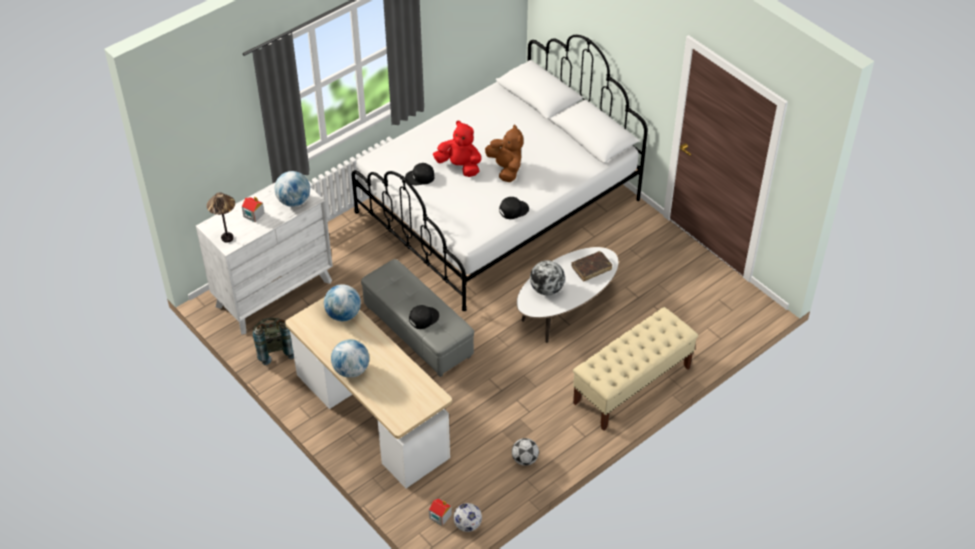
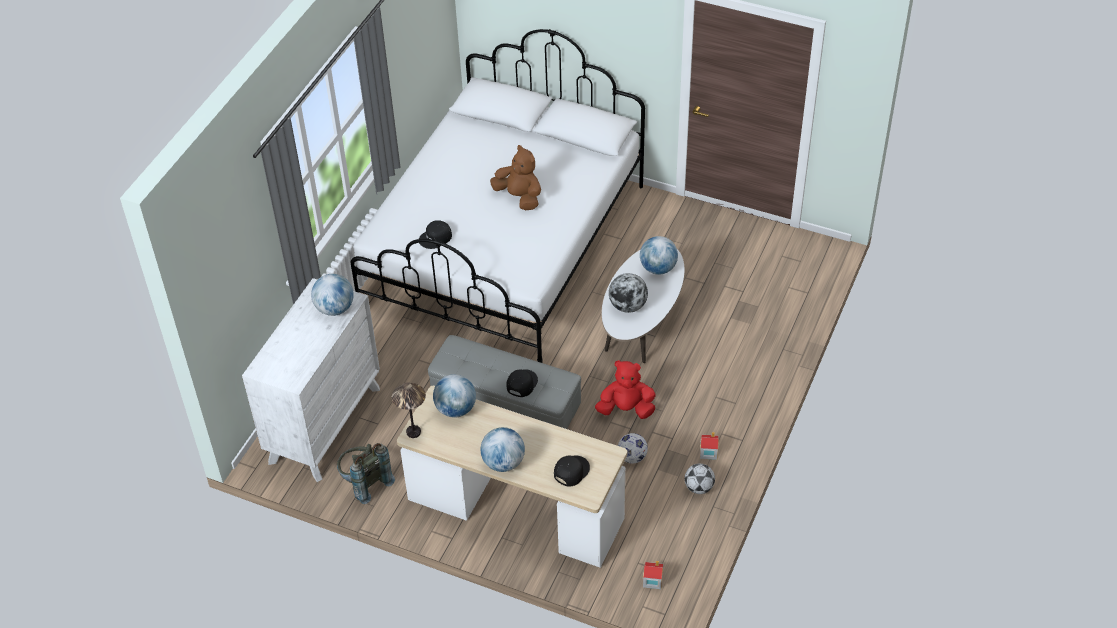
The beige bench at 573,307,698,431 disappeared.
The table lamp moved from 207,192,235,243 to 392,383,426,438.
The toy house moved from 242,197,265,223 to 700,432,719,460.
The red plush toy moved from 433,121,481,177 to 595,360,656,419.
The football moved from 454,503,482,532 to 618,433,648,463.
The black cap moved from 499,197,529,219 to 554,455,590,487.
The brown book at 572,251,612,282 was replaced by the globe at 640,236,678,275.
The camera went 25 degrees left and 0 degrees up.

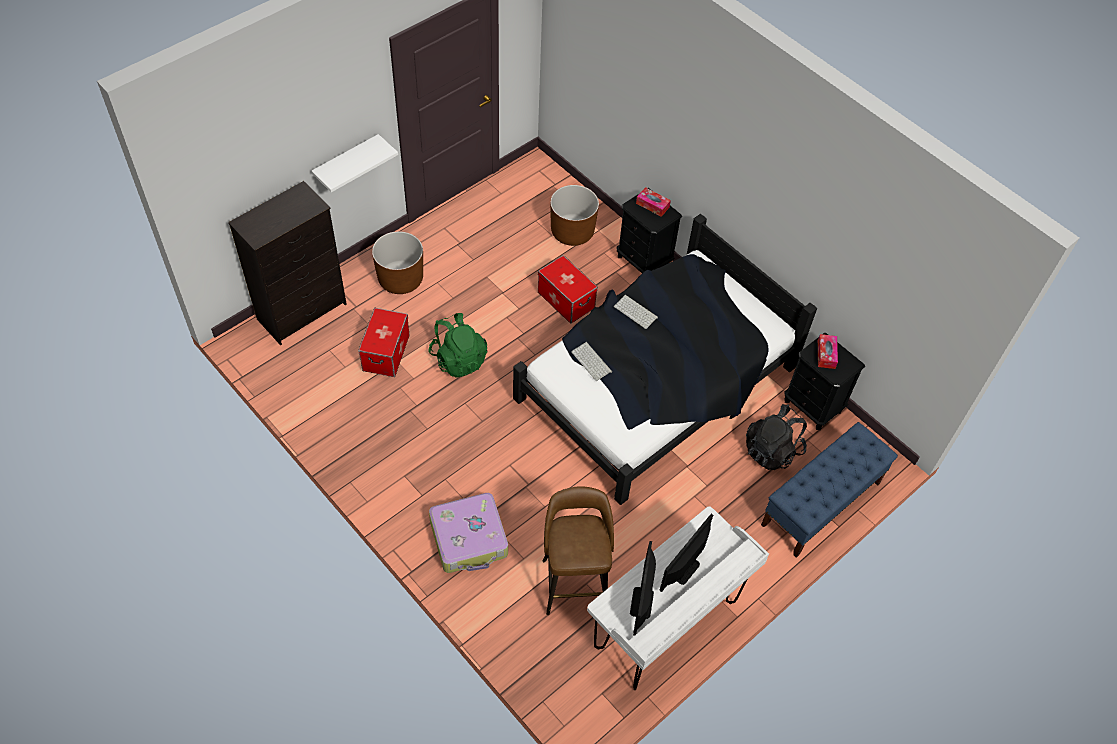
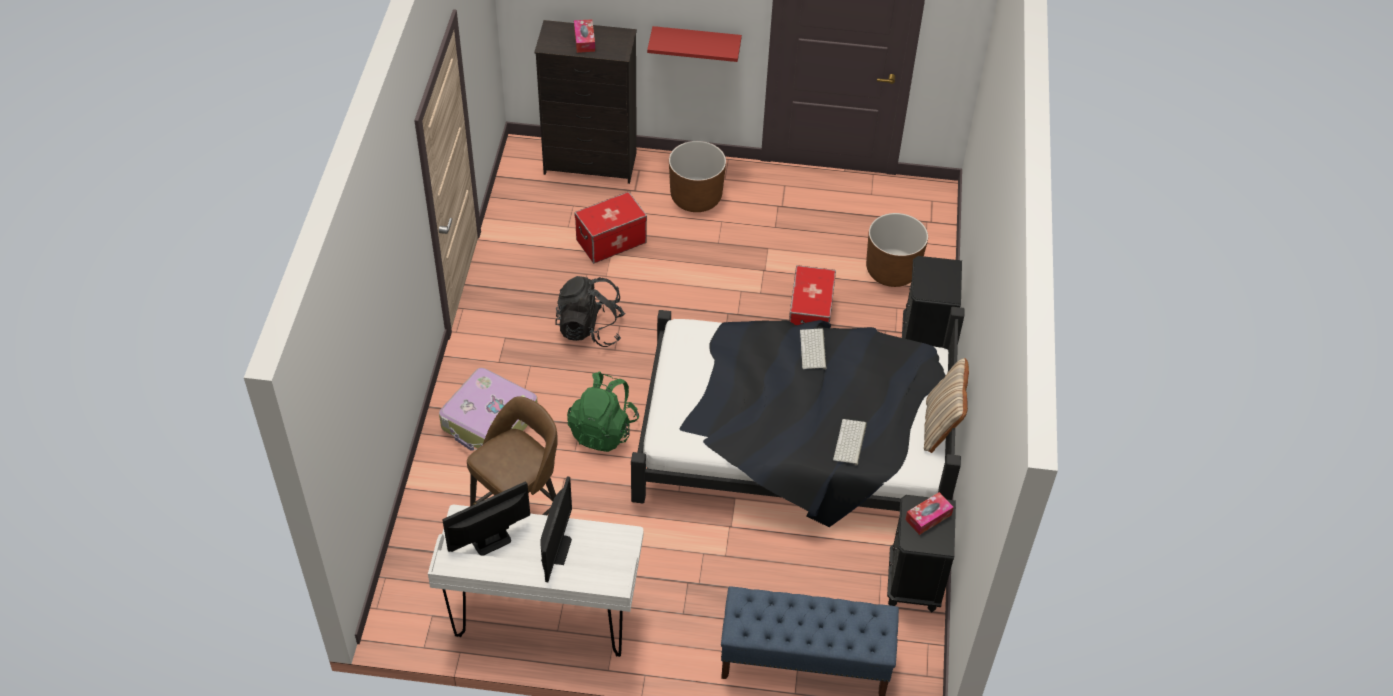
The beige pillow at 924,358,969,453 appeared.
The green backpack moved from 428,313,487,378 to 567,372,639,452.
The keyboard moved from 571,342,612,381 to 833,419,867,465.
The tissue box moved from 636,187,671,217 to 574,19,595,53.
The black backpack moved from 746,404,807,470 to 555,276,626,347.
The white shelf at 311,134,398,192 became the red shelf at 647,26,742,62.
The monitor at 659,514,713,592 turned 105 degrees clockwise.
The camera went 50 degrees right and 5 degrees down.

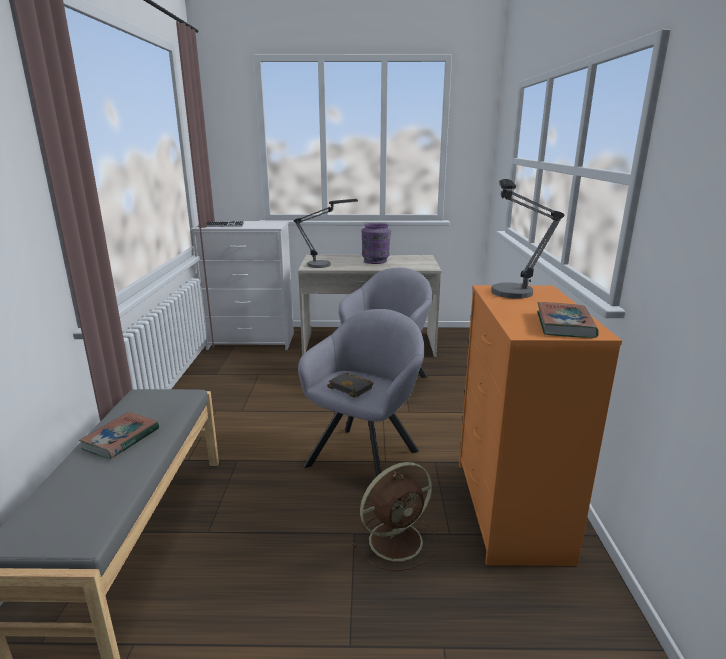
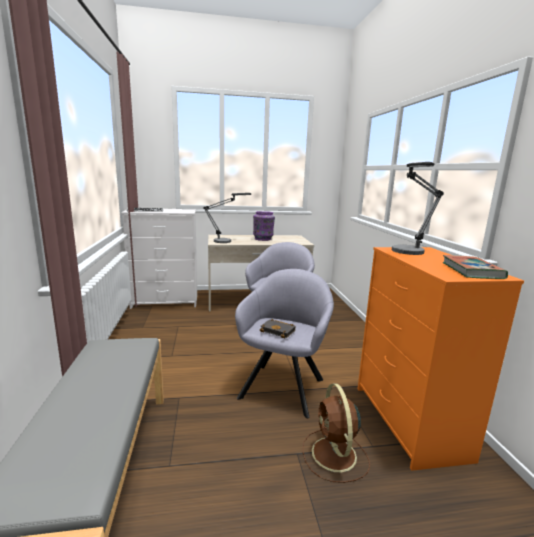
The book at 79,412,159,459 disappeared.
The brown fan at 352,462,437,571 turned 120 degrees clockwise.
The camera went 10 degrees left and 5 degrees down.

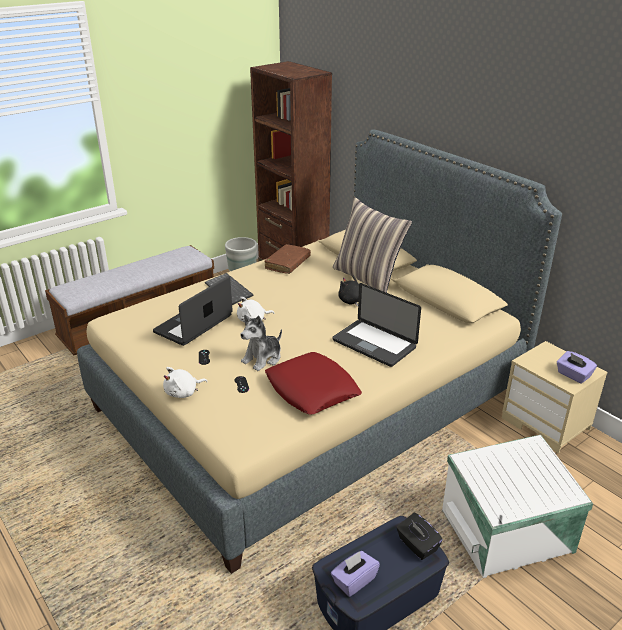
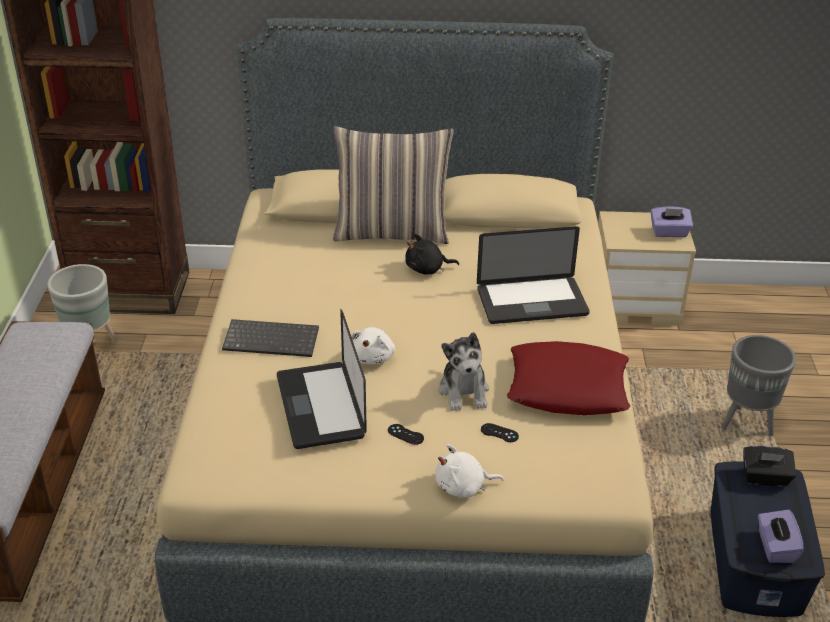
The brown book at 264,244,311,274 disappeared.
The white storage box at 442,435,593,578 was replaced by the grey planter at 721,335,796,436.
The white plush toy at 163,367,208,398 turned 75 degrees clockwise.
The camera went 50 degrees left and 5 degrees up.

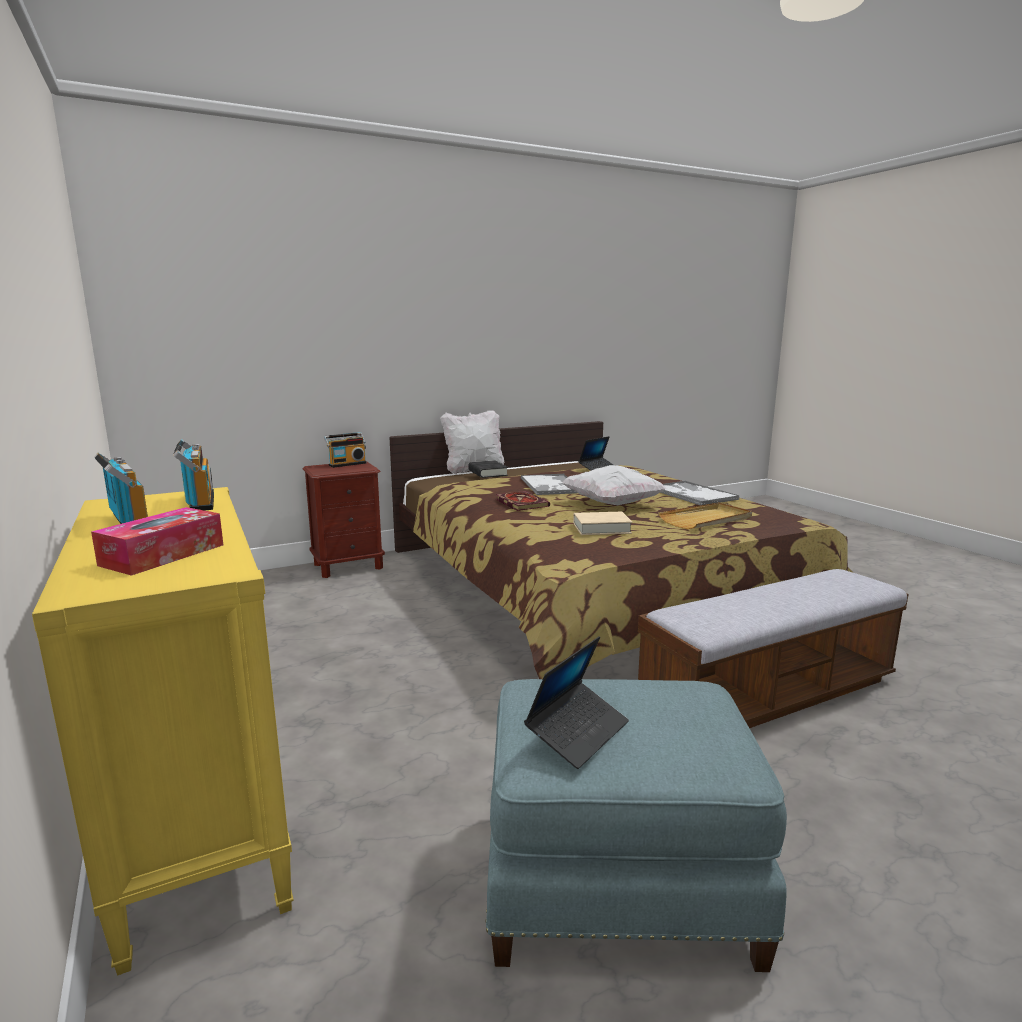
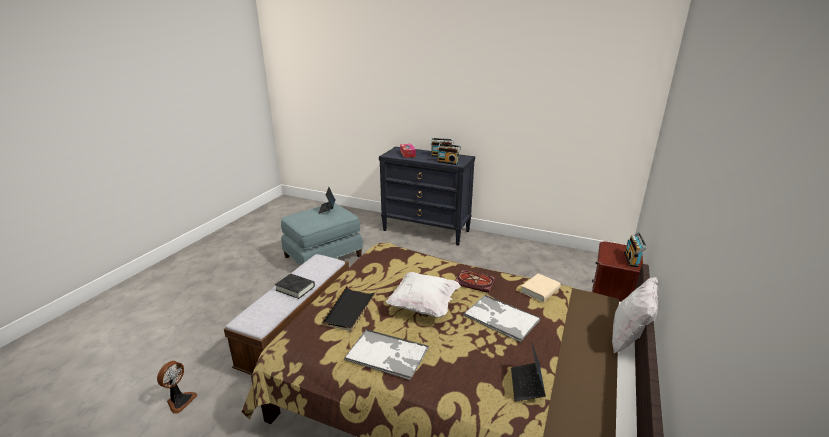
The fan at 157,361,197,414 appeared.
The black book moved from 468,460,508,478 to 275,274,315,299.
The beige book moved from 573,512,632,535 to 521,273,561,302.
The yellow dresser at 32,487,294,976 became the black dresser at 379,147,475,246.
The beige tray at 658,502,752,529 became the black tray at 322,285,377,331.
The camera went 140 degrees right and 10 degrees up.

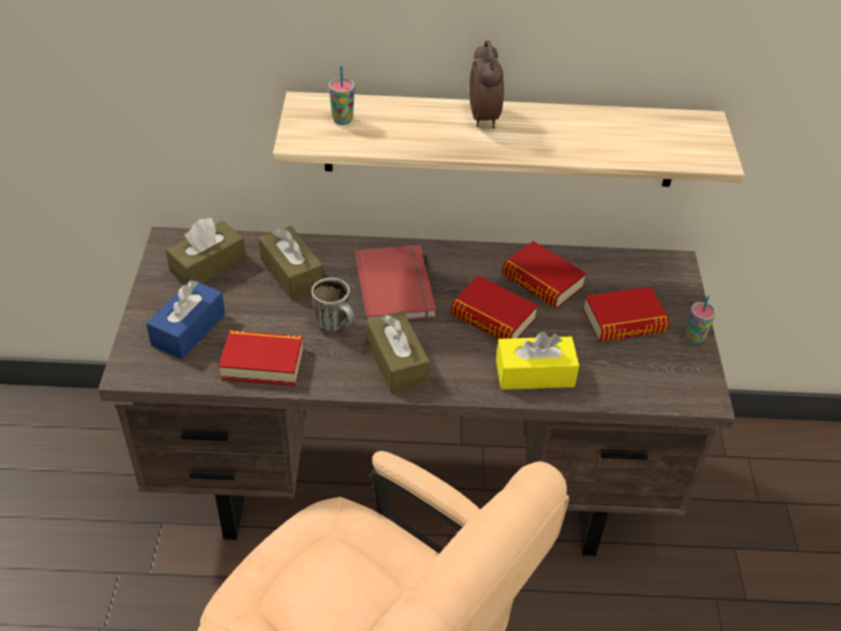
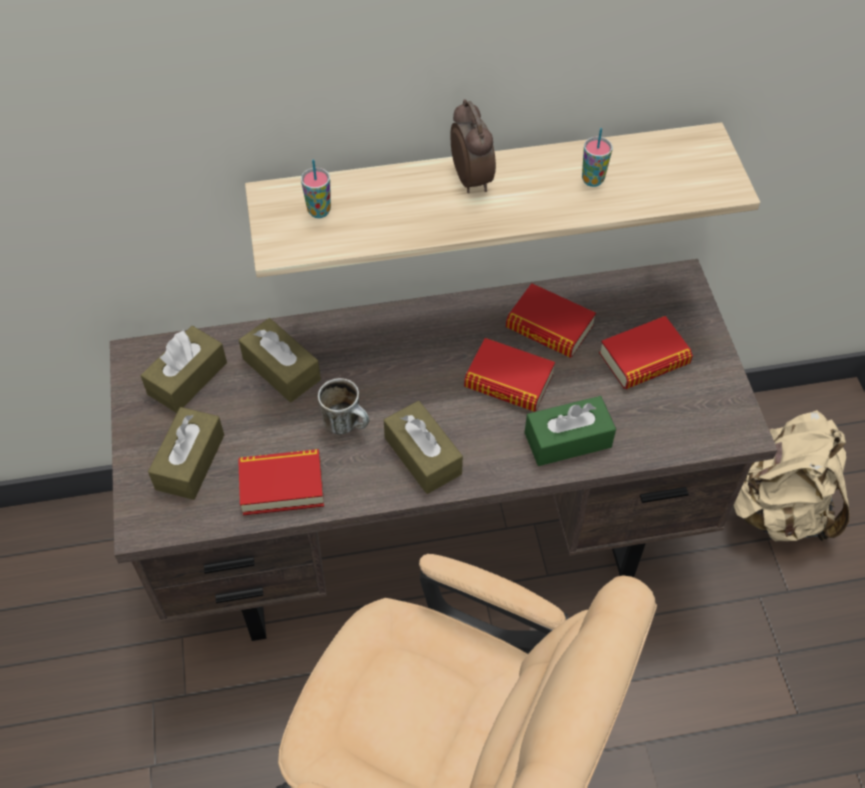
The red book at 355,245,436,321 disappeared.
The beige backpack at 733,410,849,542 appeared.
The cup moved from 686,295,716,344 to 582,128,613,187.
The blue tissue box at 146,279,225,359 became the brown tissue box at 148,407,224,500.
The yellow tissue box at 496,332,579,390 became the green tissue box at 525,396,616,466.
The camera went 10 degrees left and 10 degrees up.

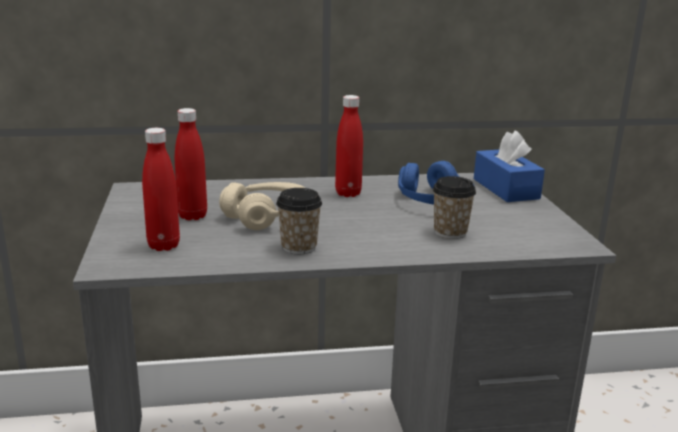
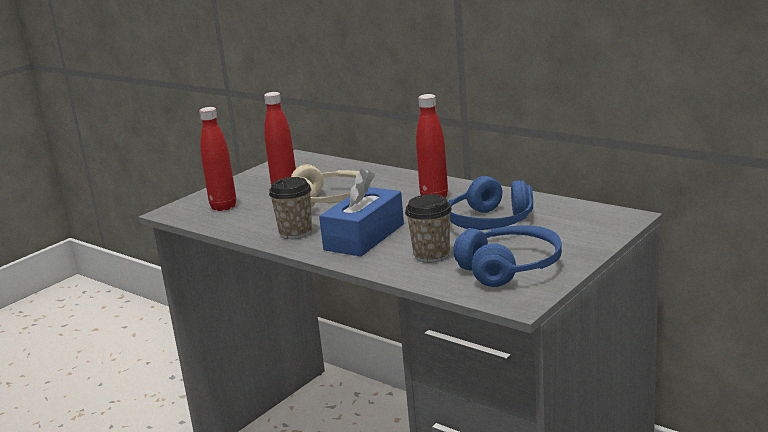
The blue headphones at 453,225,562,287 appeared.
The blue tissue box moved from 474,130,545,202 to 319,169,404,257.
The camera went 50 degrees right and 0 degrees up.

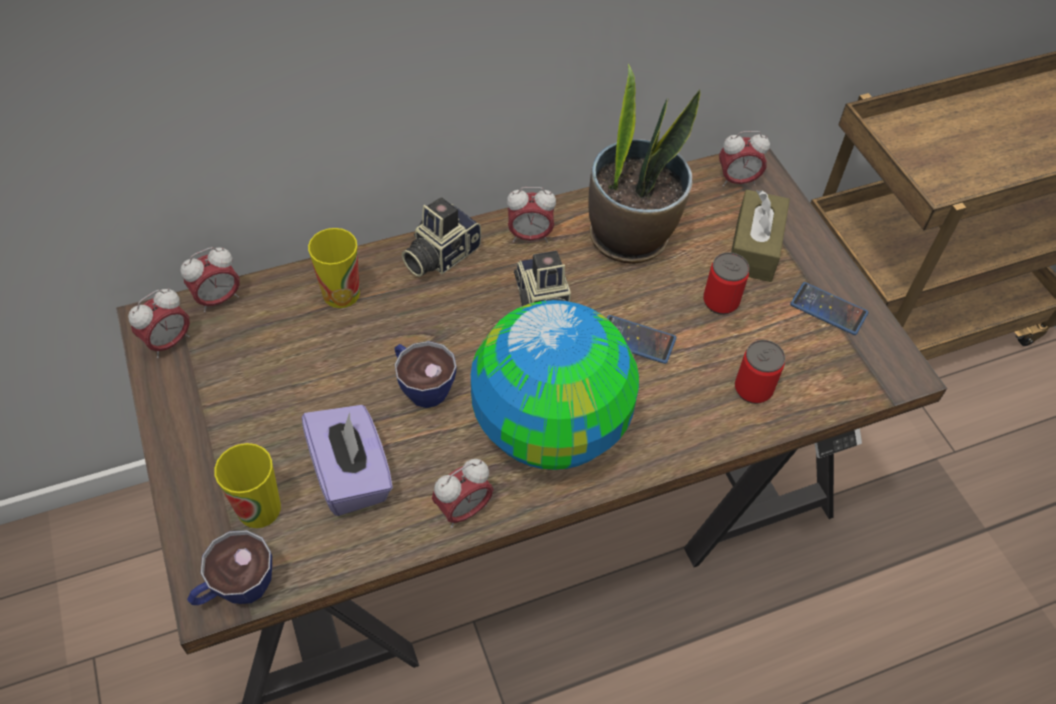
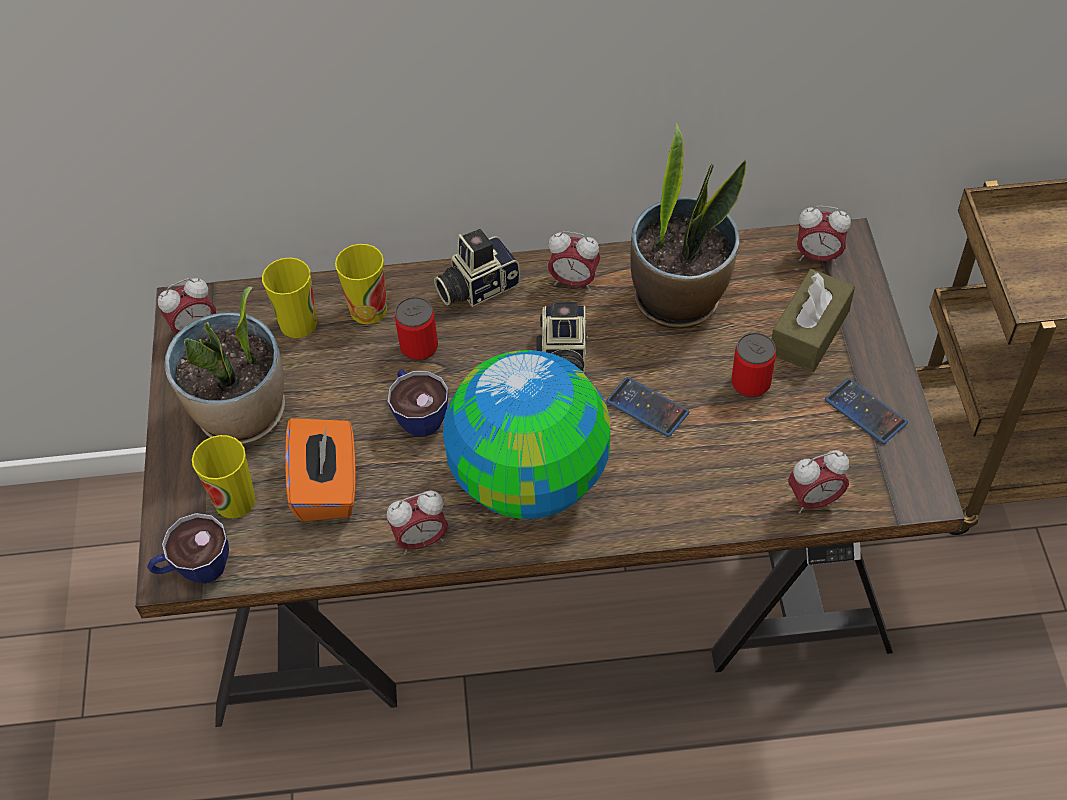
The potted plant at 165,287,285,444 appeared.
The cup at 262,257,317,338 appeared.
The alarm clock moved from 181,247,240,312 to 788,450,849,513.
The can moved from 735,340,785,404 to 395,297,438,361.
The purple tissue box at 302,405,393,516 became the orange tissue box at 285,418,356,522.
The camera went 20 degrees right and 0 degrees up.

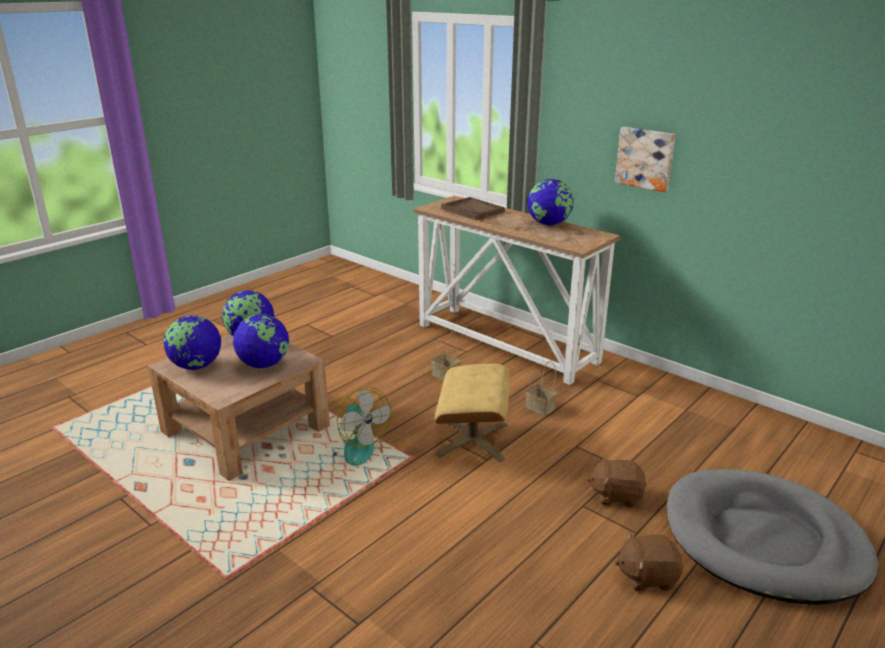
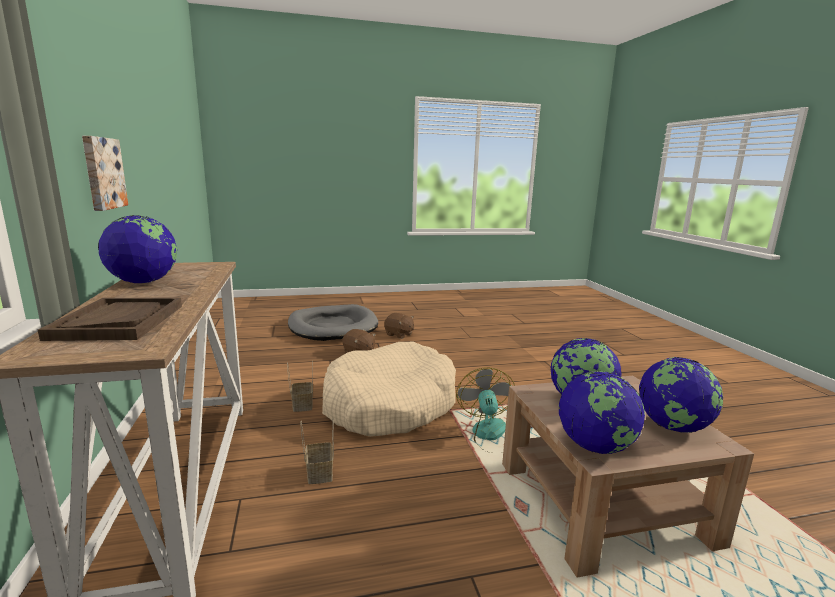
The beige ottoman at 435,364,510,462 was replaced by the beige dog bed at 322,342,456,437.
The camera went 145 degrees left and 10 degrees down.

